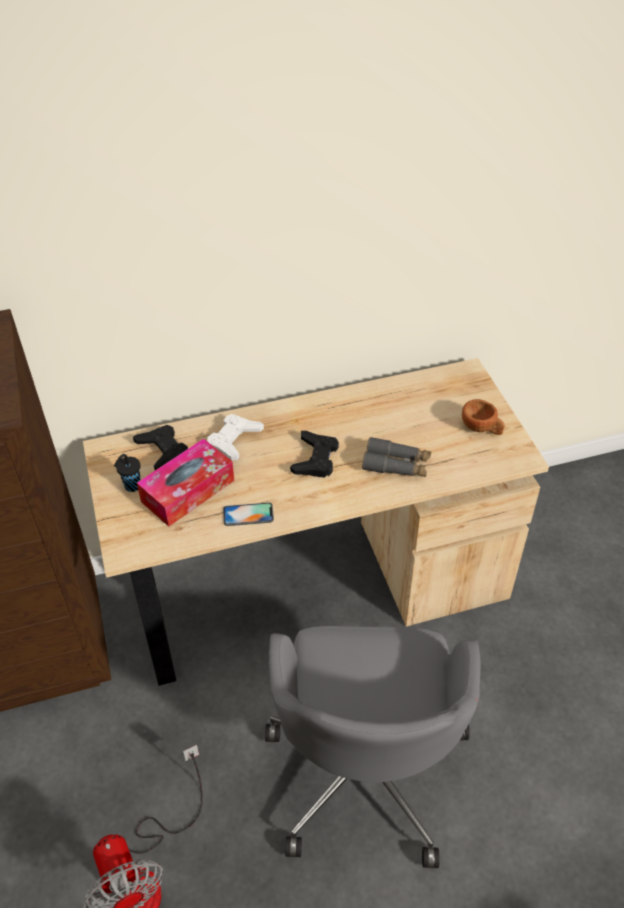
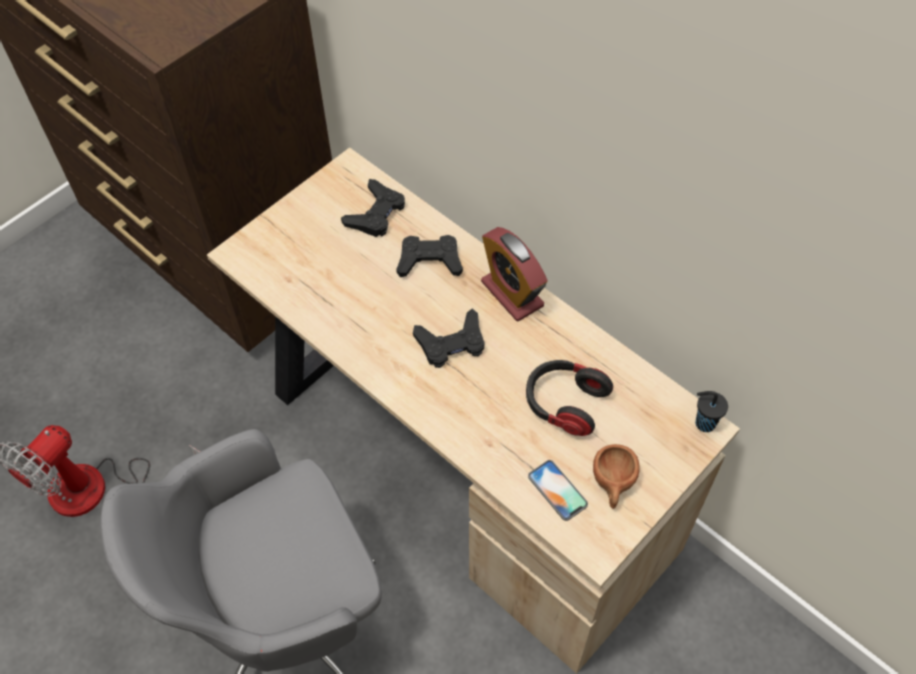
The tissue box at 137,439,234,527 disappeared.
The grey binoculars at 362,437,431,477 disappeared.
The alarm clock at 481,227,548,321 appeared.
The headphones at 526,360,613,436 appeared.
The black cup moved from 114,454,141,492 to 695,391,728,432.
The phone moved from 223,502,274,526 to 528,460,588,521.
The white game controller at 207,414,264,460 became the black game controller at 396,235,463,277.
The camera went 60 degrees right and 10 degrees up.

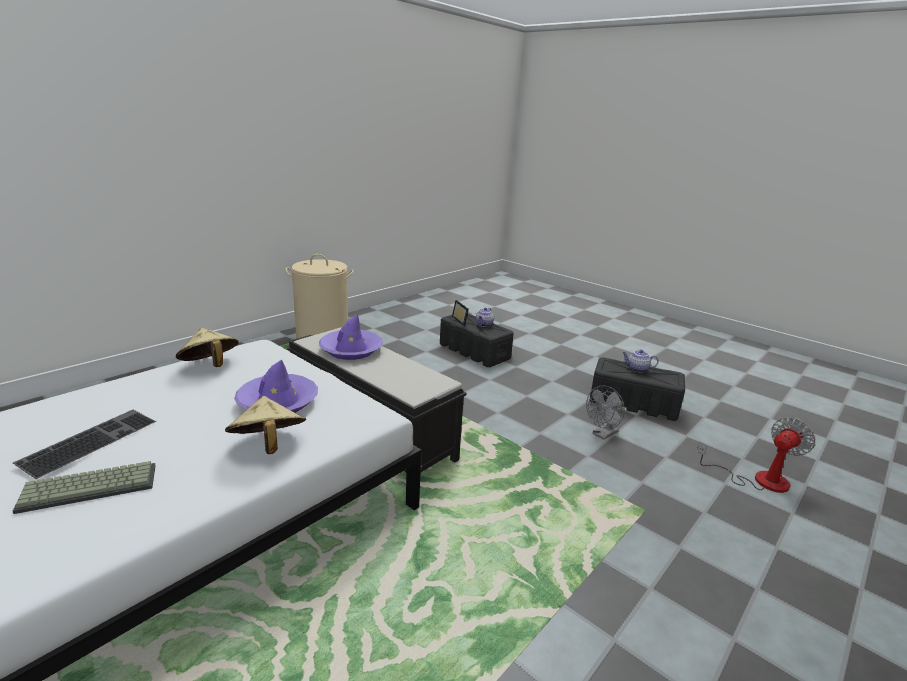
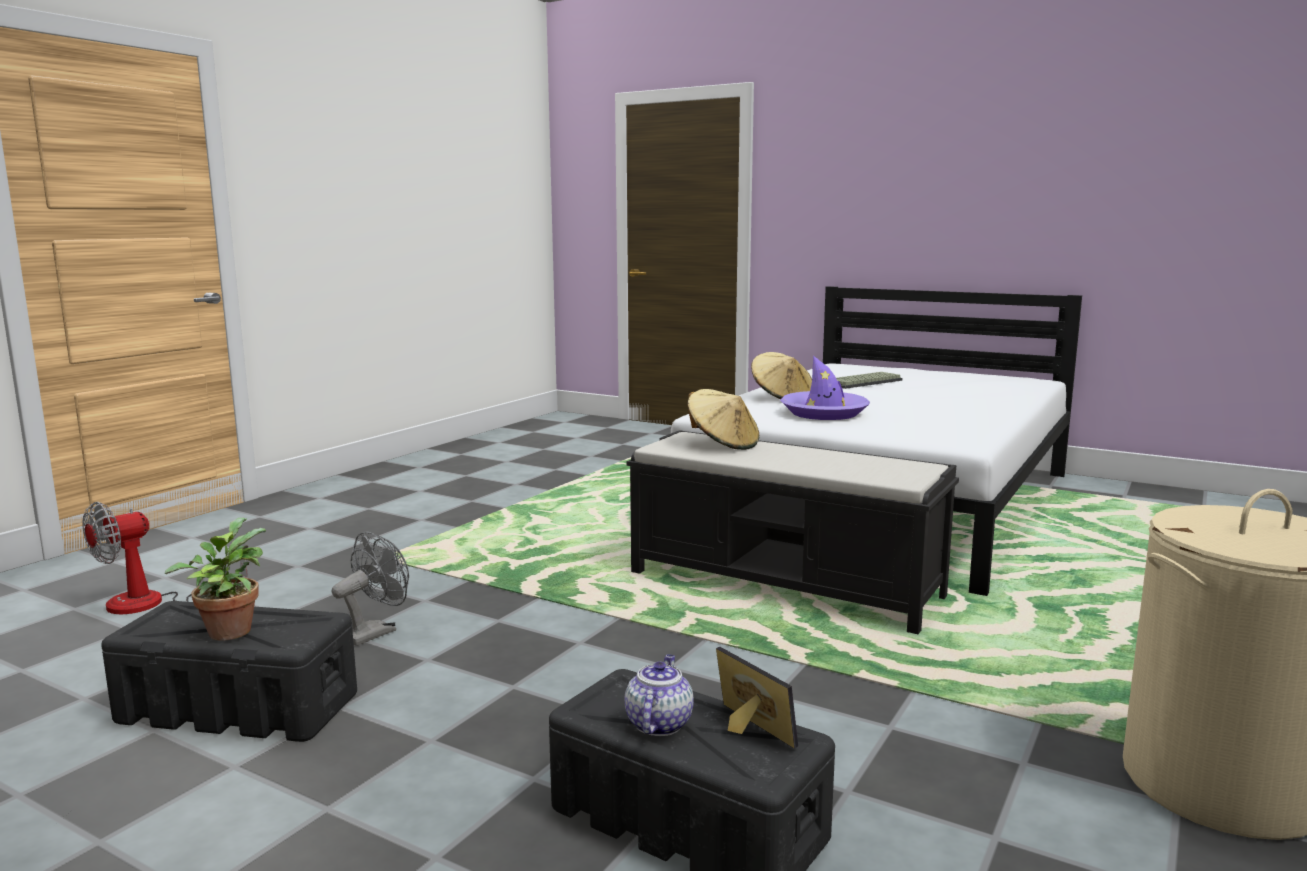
The keyboard at 13,410,156,479 disappeared.
The purple hat at 319,314,383,360 disappeared.
The beige hat moved from 176,328,239,367 to 688,389,759,450.
The teapot at 623,350,659,372 was replaced by the potted plant at 165,518,266,641.
The camera went 170 degrees right and 10 degrees down.

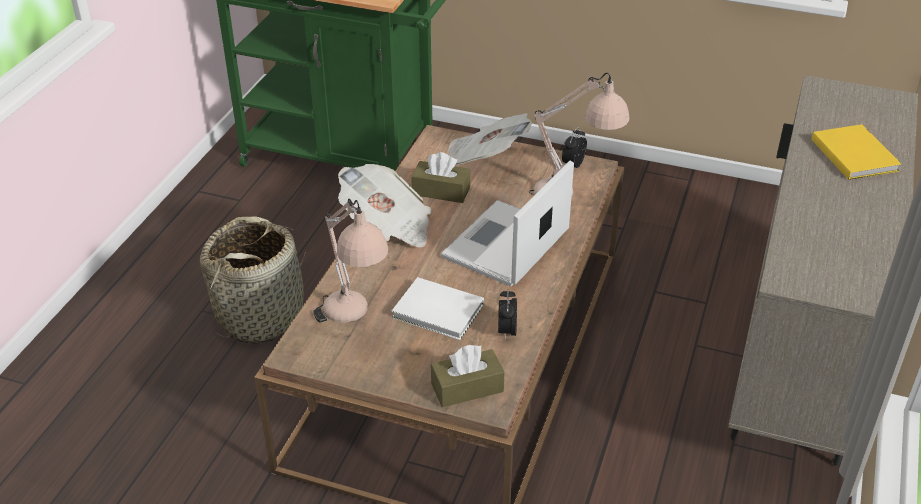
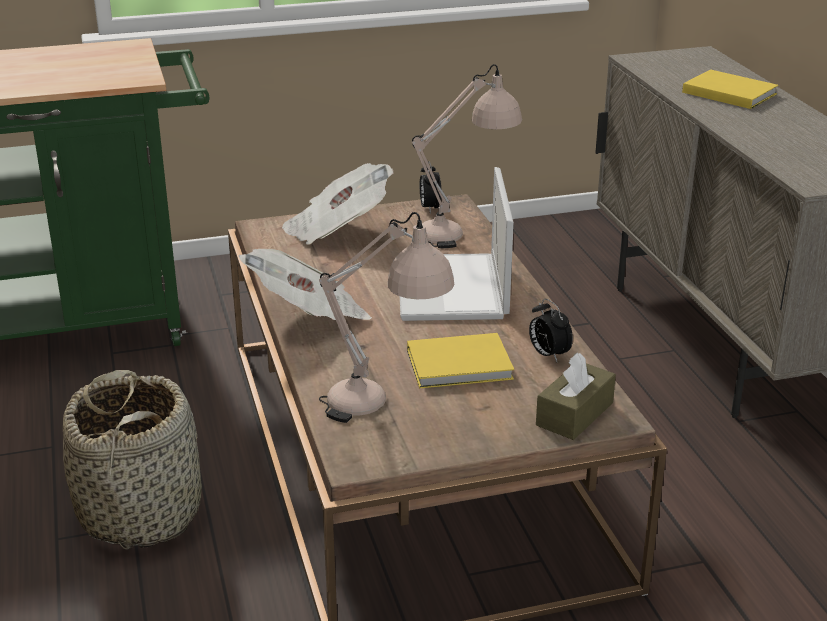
The brown tissue box at 411,152,470,203 disappeared.
The white book at 392,277,484,340 became the yellow book at 407,333,514,388.
The camera went 35 degrees left and 10 degrees down.

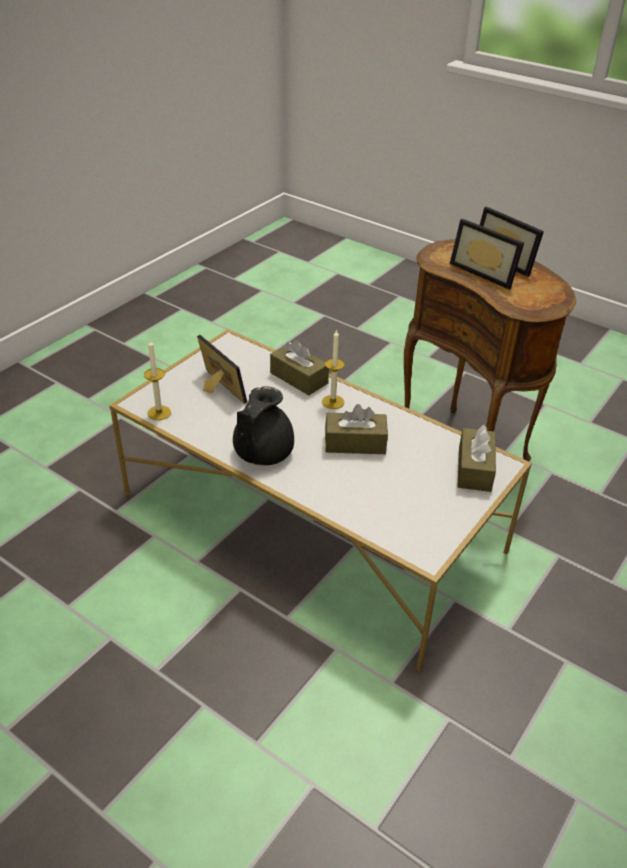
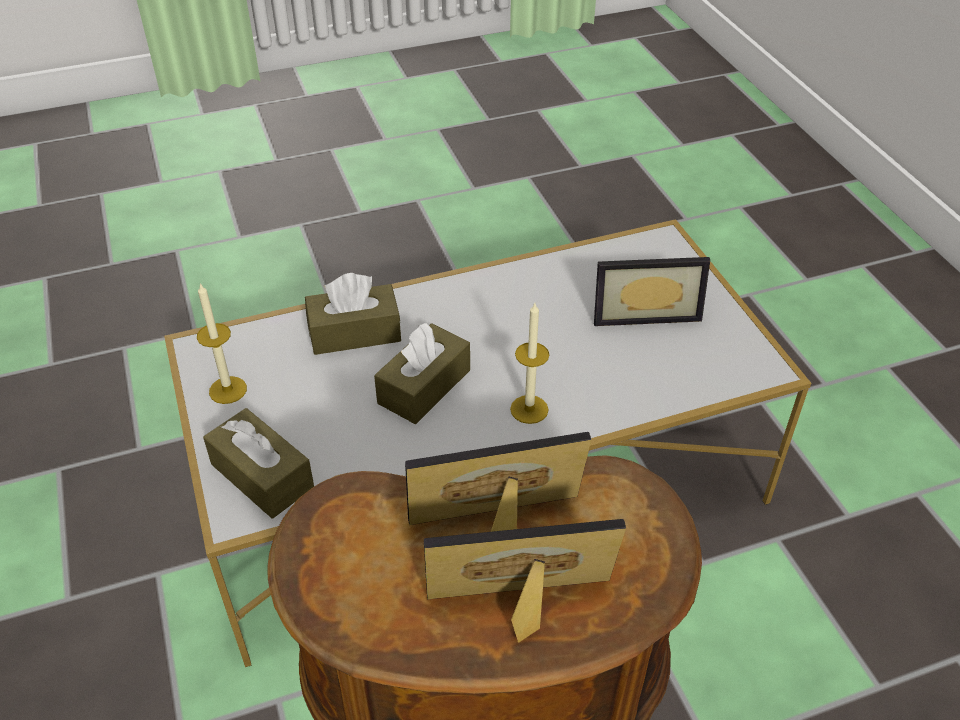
The black teapot at 233,386,294,465 disappeared.
The candle moved from 144,340,171,420 to 197,283,247,404.
The brown tissue box moved from 270,340,329,395 to 305,273,401,355.
The camera went 125 degrees right and 5 degrees up.

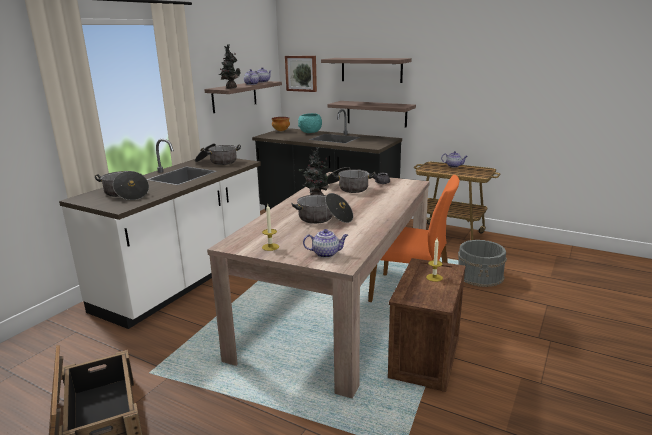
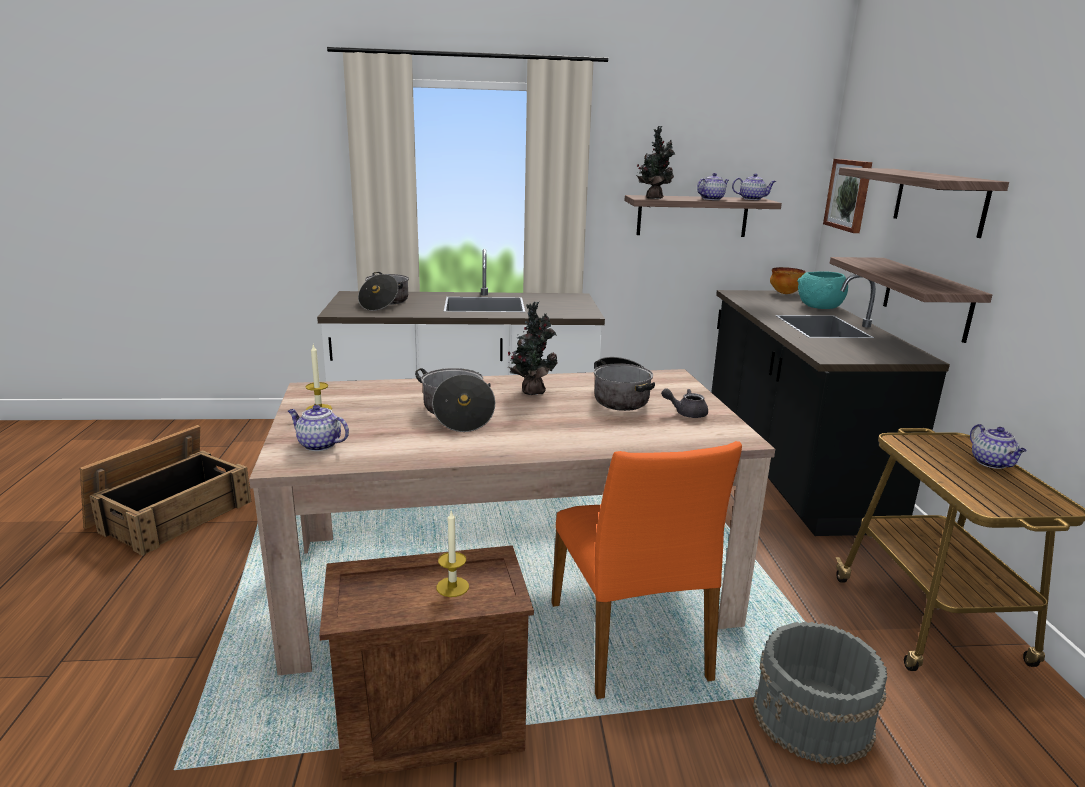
The cooking pot at 195,143,241,165 disappeared.
The teapot at 303,229,348,258 turned 150 degrees clockwise.
The camera went 55 degrees right and 0 degrees up.

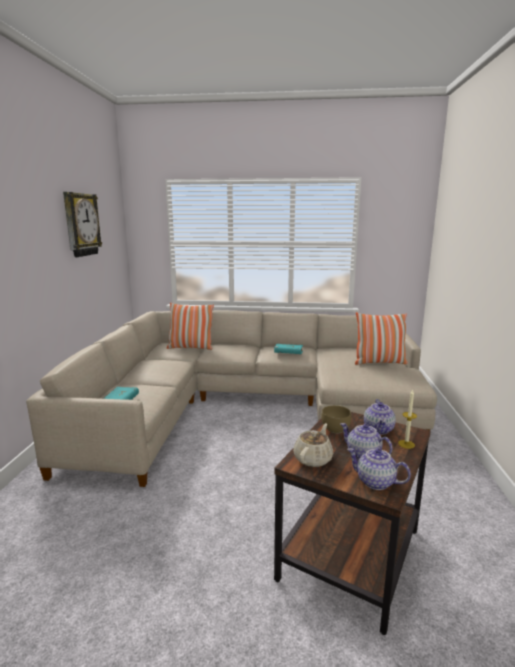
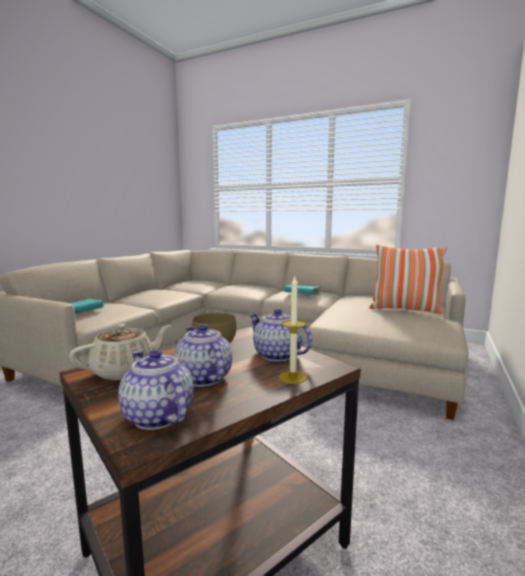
The wall clock at 63,192,102,257 disappeared.
The pillow at 167,303,214,350 disappeared.
The teapot at 364,399,396,435 turned 105 degrees clockwise.
The camera went 20 degrees right and 5 degrees down.

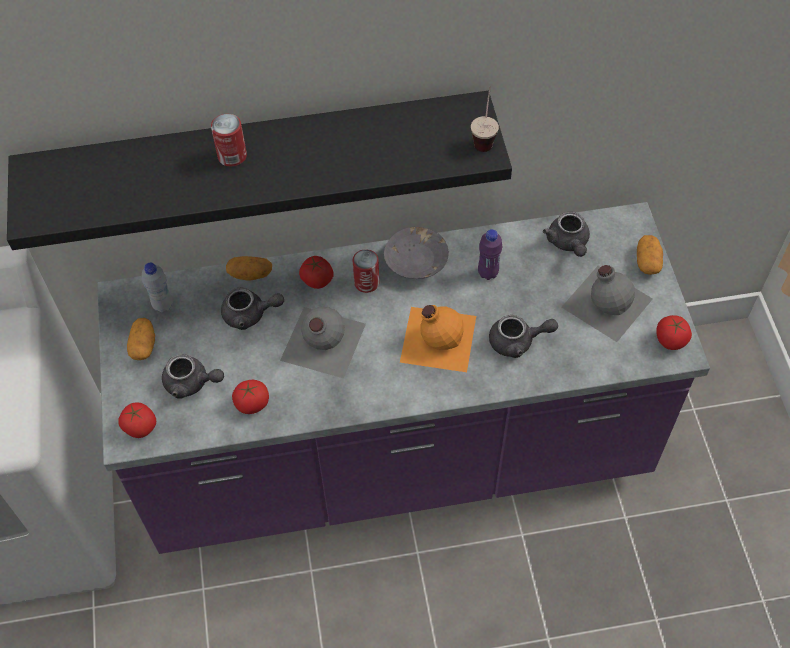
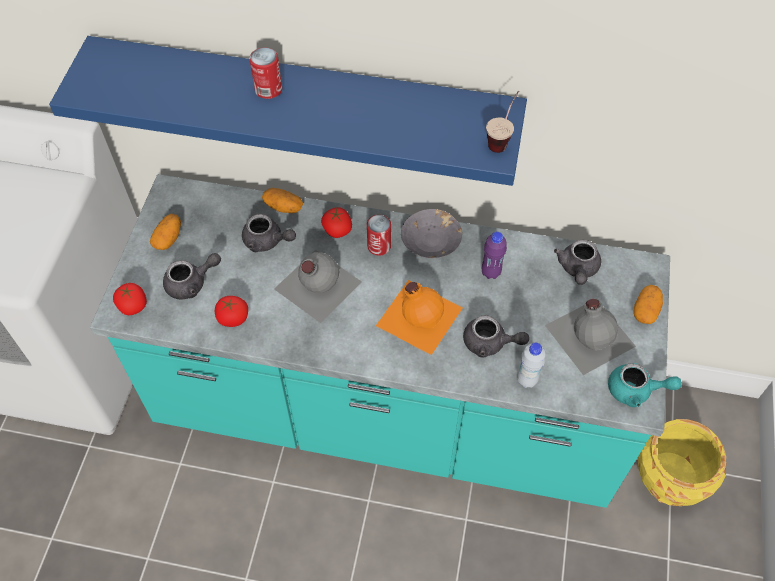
The yellow planter at 638,419,726,506 appeared.
The white bottle moved from 142,263,173,312 to 517,342,546,388.
The tomato at 656,315,692,350 was replaced by the turquoise teapot at 608,363,682,407.
The black shelf at 7,91,512,250 became the blue shelf at 49,36,527,186.
The purple counter at 97,202,710,554 became the turquoise counter at 90,174,670,508.
The grey teapot at 162,354,224,399 turned 60 degrees counterclockwise.
The camera went 20 degrees right and 0 degrees up.

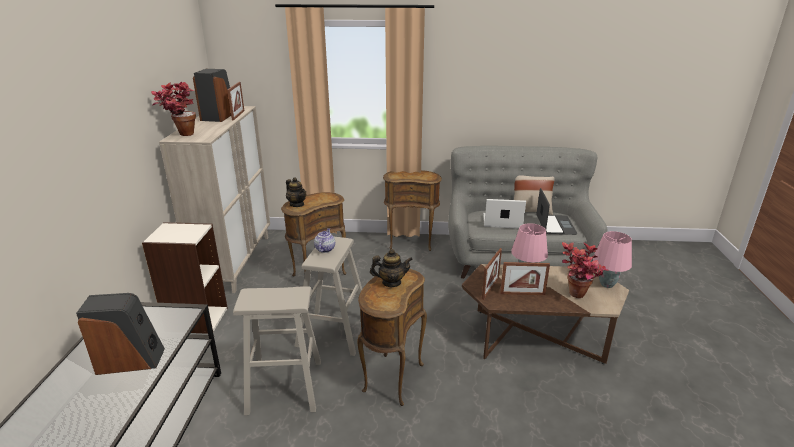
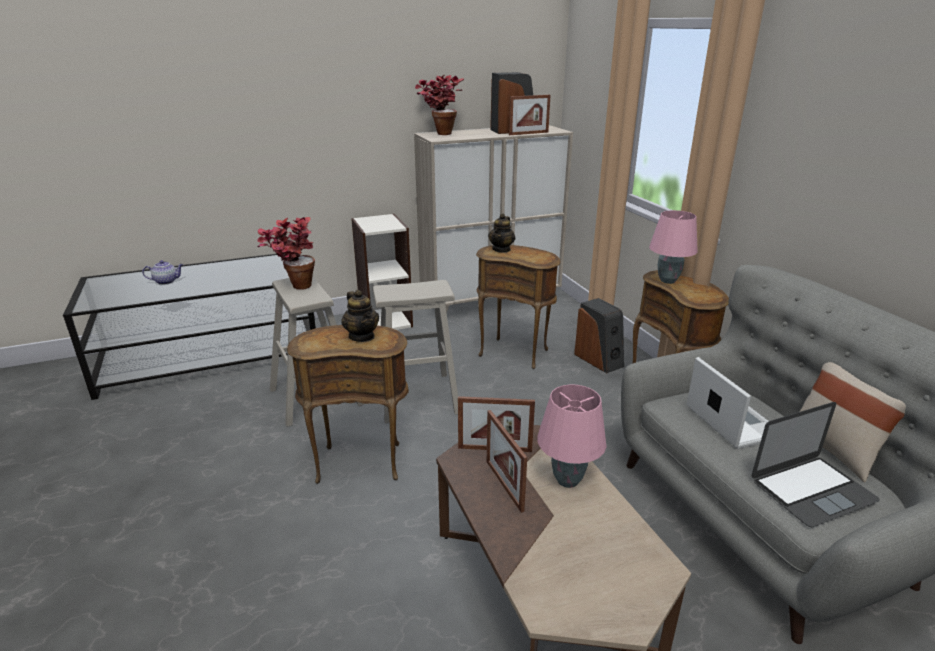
The speaker moved from 76,293,165,375 to 574,298,624,373.
The teapot moved from 314,228,335,253 to 142,260,183,285.
The potted plant moved from 562,242,609,298 to 257,217,315,290.
The pink table lamp moved from 593,231,632,288 to 649,210,698,284.
The camera went 65 degrees right and 0 degrees up.

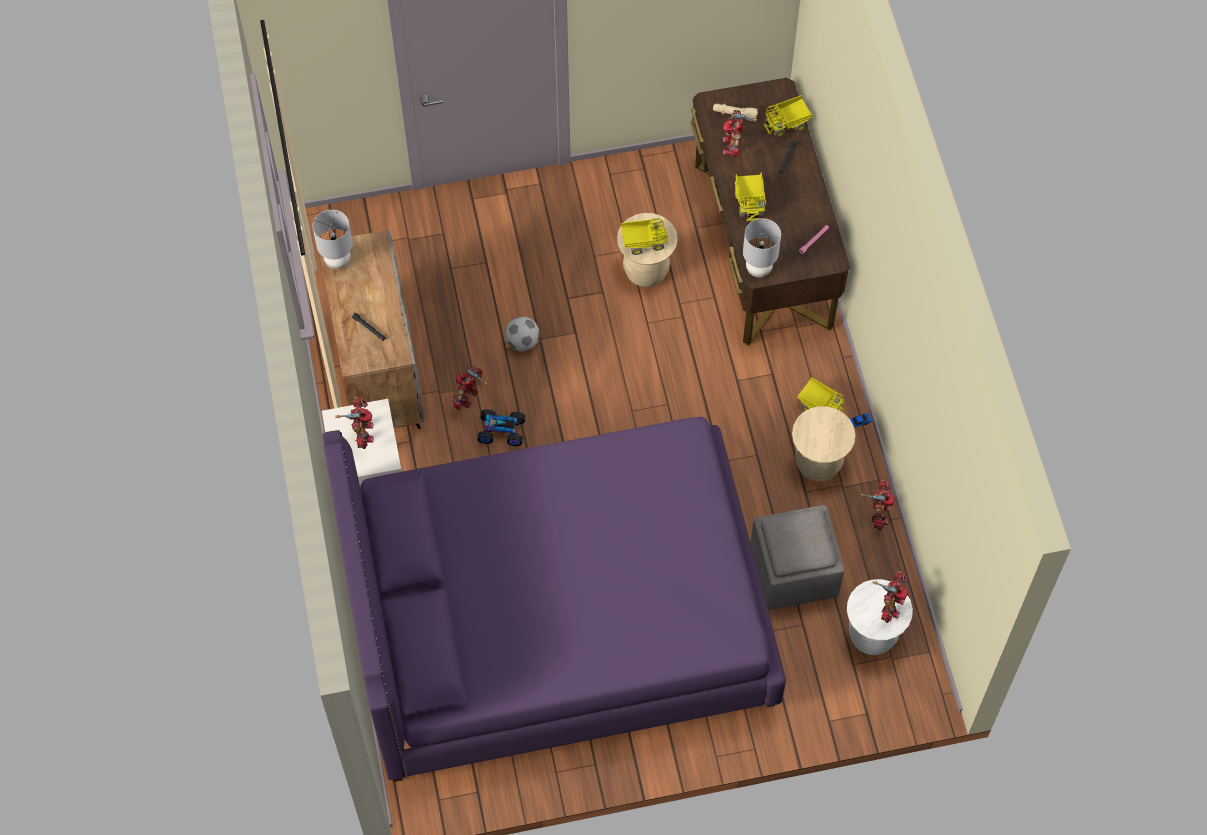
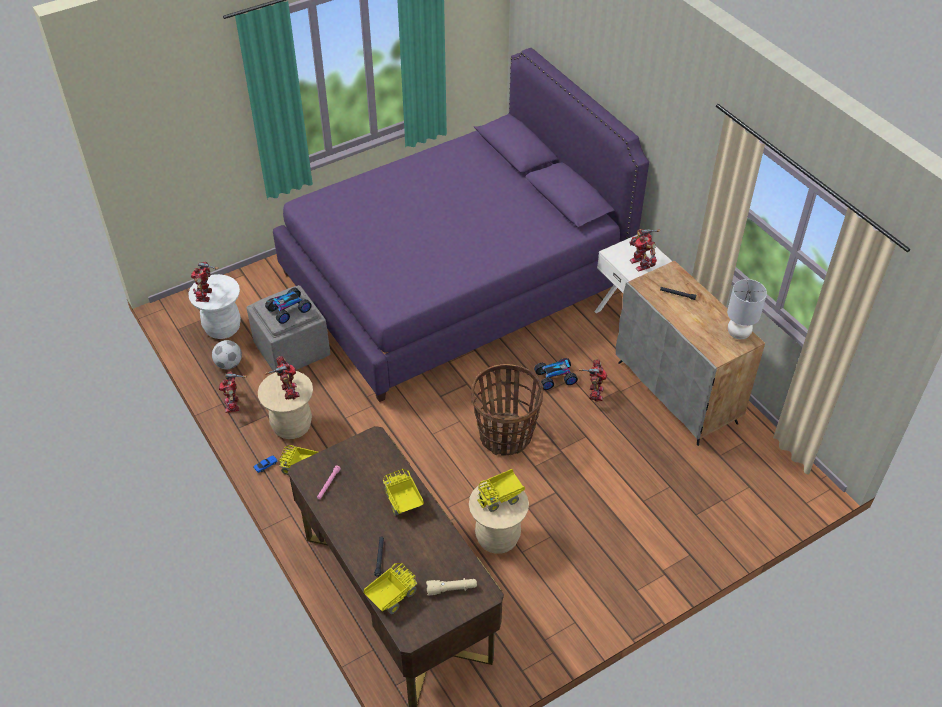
The grey table lamp at 743,218,781,277 disappeared.
The toy car at 265,288,312,324 appeared.
The basket at 471,364,543,456 appeared.
The football moved from 505,316,540,351 to 212,340,242,369.
The toy robot moved from 723,110,757,158 to 265,356,300,400.
The camera went 160 degrees right and 15 degrees down.

